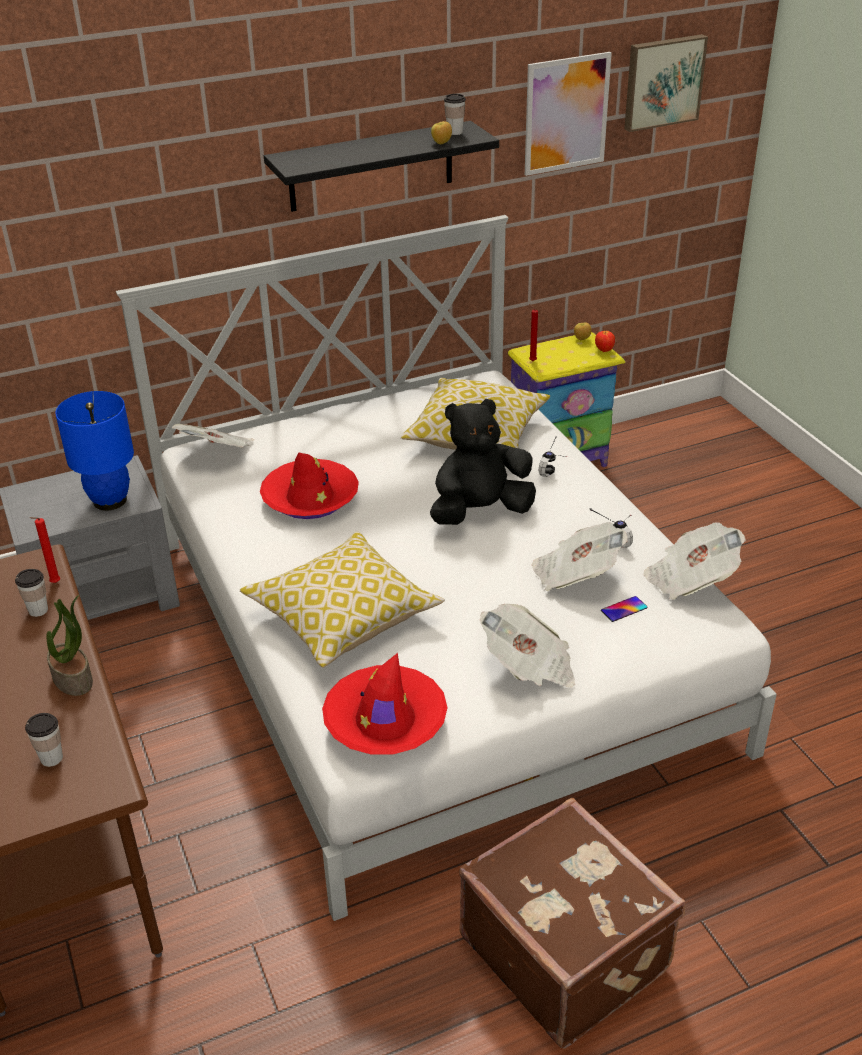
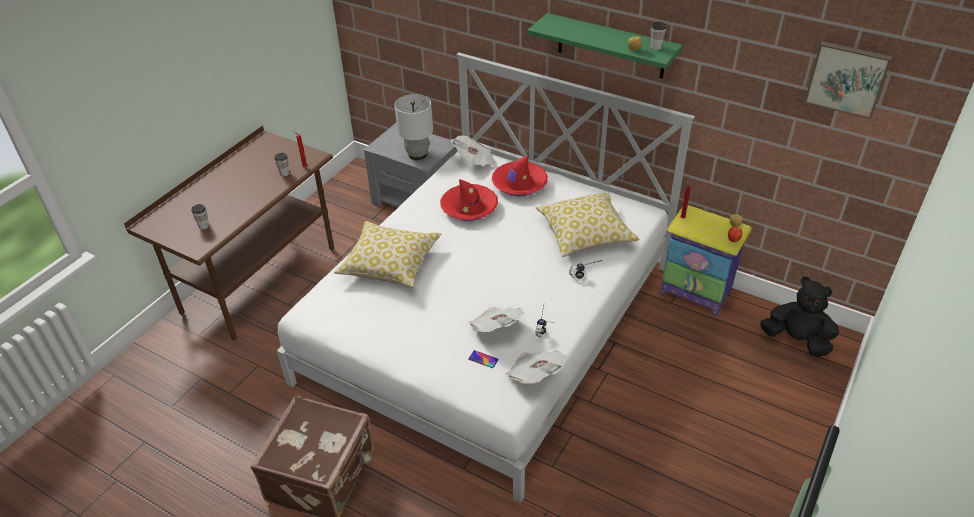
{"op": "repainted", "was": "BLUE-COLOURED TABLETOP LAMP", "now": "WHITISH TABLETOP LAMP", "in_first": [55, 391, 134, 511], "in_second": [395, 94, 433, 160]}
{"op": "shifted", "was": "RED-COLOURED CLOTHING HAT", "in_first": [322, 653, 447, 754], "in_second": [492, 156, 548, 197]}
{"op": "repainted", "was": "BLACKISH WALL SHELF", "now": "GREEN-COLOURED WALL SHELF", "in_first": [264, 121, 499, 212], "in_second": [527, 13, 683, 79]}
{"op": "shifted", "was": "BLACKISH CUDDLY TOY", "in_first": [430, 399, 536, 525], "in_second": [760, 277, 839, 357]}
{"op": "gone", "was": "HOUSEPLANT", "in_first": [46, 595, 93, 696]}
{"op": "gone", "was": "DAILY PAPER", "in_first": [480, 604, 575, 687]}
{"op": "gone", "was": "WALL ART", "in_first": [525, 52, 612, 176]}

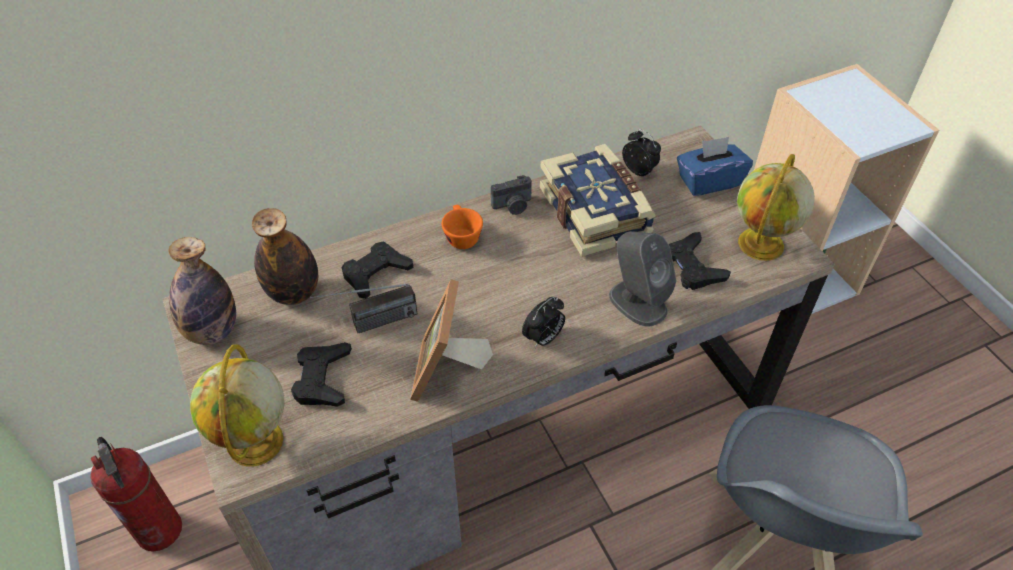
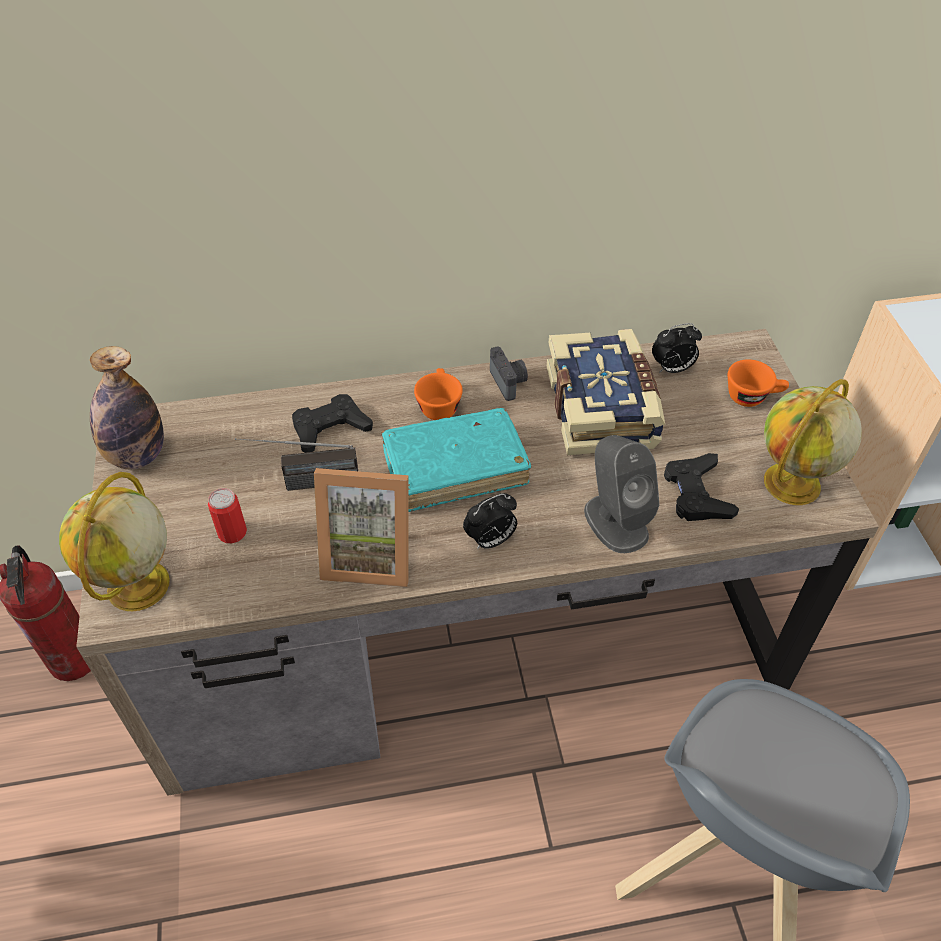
{"op": "swapped", "was": "BLACKISH GAME CONTROLLER", "now": "CAN", "in_first": [291, 342, 352, 407], "in_second": [208, 488, 247, 543]}
{"op": "rotated", "was": "PHOTO FRAME", "in_first": [410, 279, 493, 402], "in_second": [314, 468, 409, 587], "clockwise": -105}
{"op": "new", "now": "BLUE-GREEN VOLUME", "in_second": [381, 408, 531, 512]}
{"op": "rotated", "was": "PHOTO CAMERA", "in_first": [491, 175, 532, 215], "in_second": [490, 346, 528, 401], "clockwise": -105}
{"op": "rotated", "was": "TABLE CLOCK", "in_first": [622, 129, 661, 176], "in_second": [652, 323, 702, 373], "clockwise": 105}
{"op": "swapped", "was": "BLUE-COLOURED TISSUE HOLDER", "now": "ORANGE CUP", "in_first": [677, 137, 753, 196], "in_second": [728, 359, 789, 407]}
{"op": "gone", "was": "DRINK BOTTLE", "in_first": [252, 208, 318, 305]}

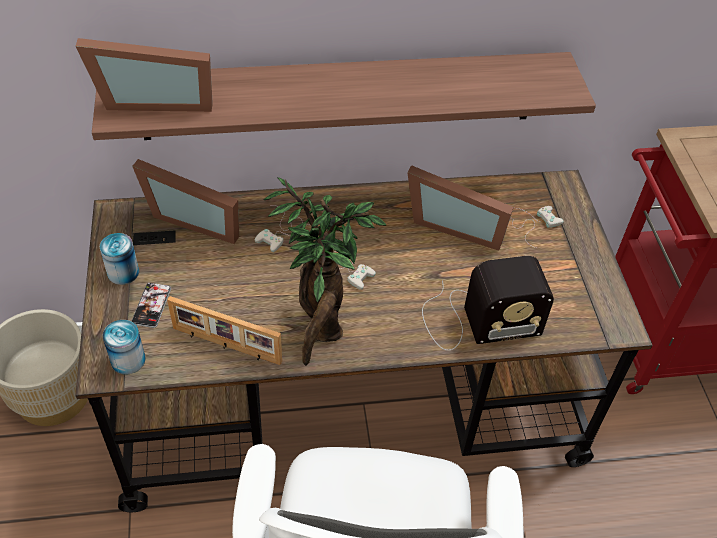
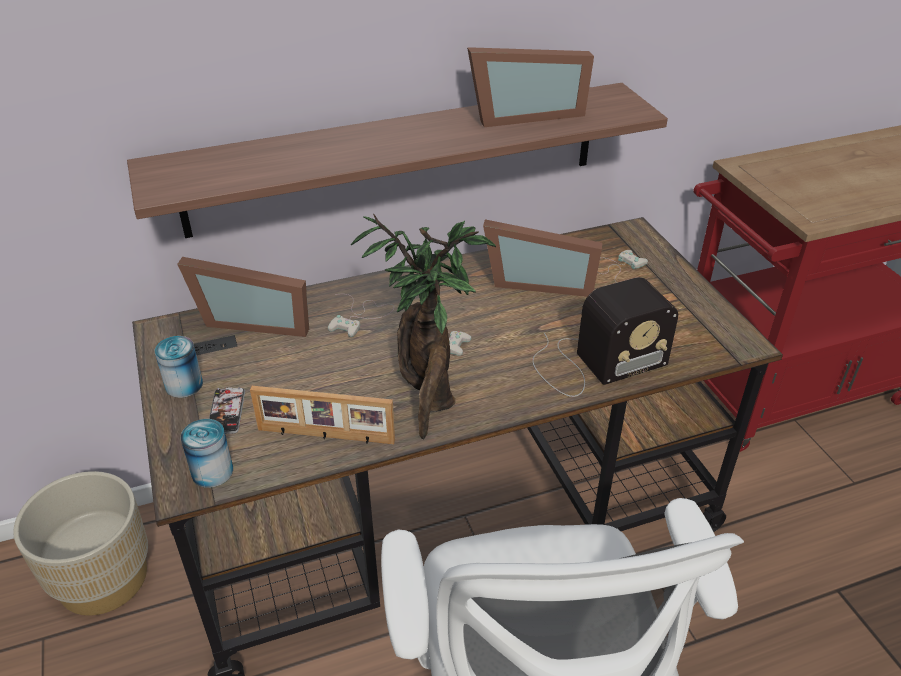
{"op": "shifted", "was": "PHOTO FRAME", "in_first": [76, 38, 213, 112], "in_second": [467, 47, 594, 127]}

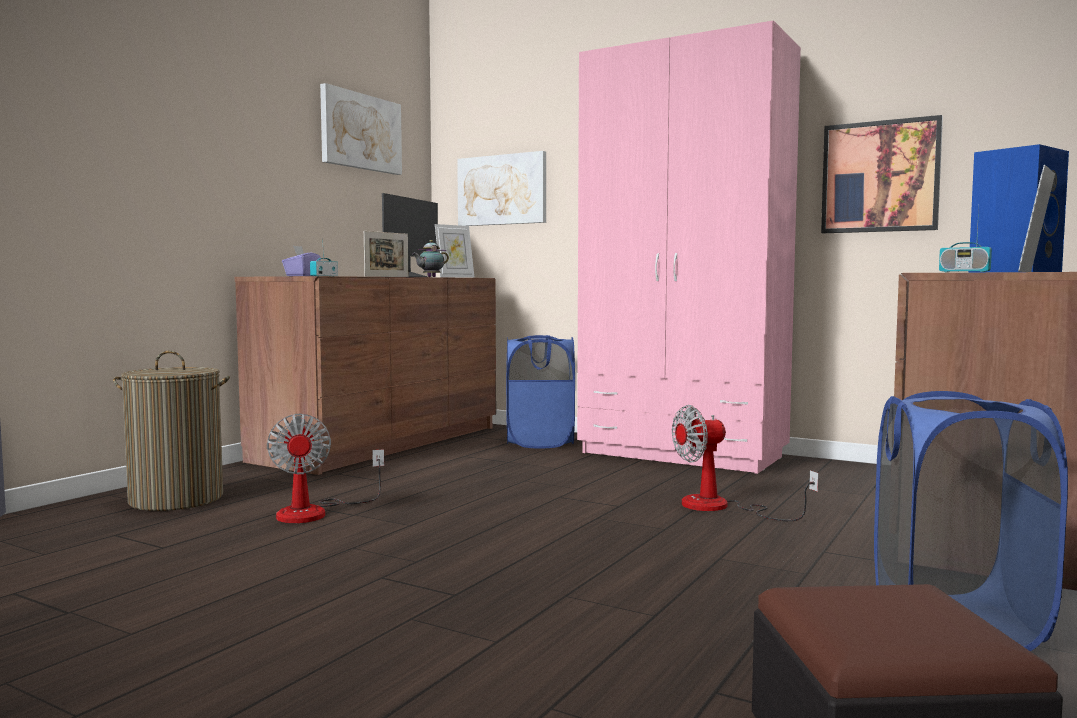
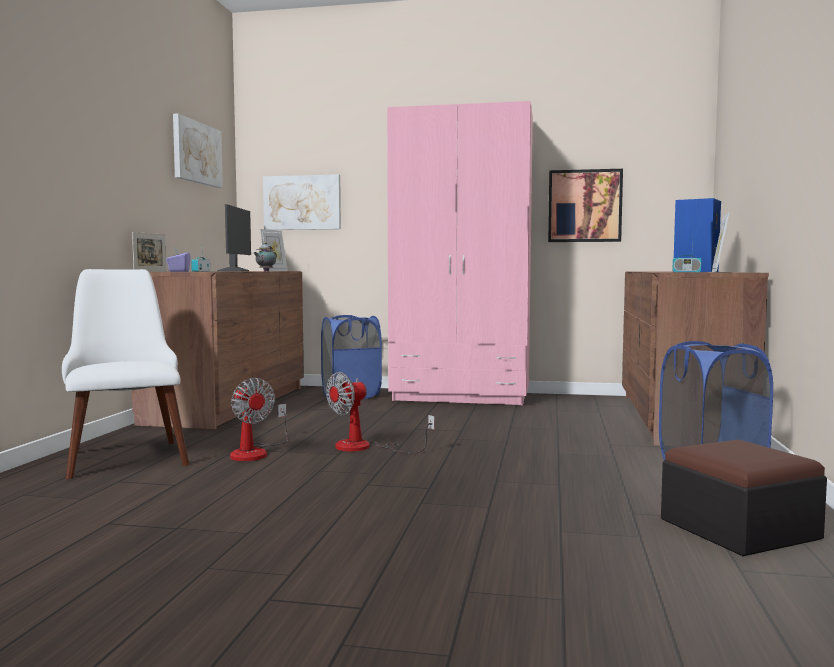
{"op": "swapped", "was": "LAUNDRY BASKET", "now": "WHITISH UPRIGHT CHAIR", "in_first": [113, 351, 230, 511], "in_second": [62, 269, 189, 479]}
{"op": "shifted", "was": "PHOTO FRAME", "in_first": [364, 231, 408, 277], "in_second": [132, 232, 166, 272]}
{"op": "shifted", "was": "ELECTRIC FAN", "in_first": [672, 405, 819, 521], "in_second": [326, 372, 435, 453]}

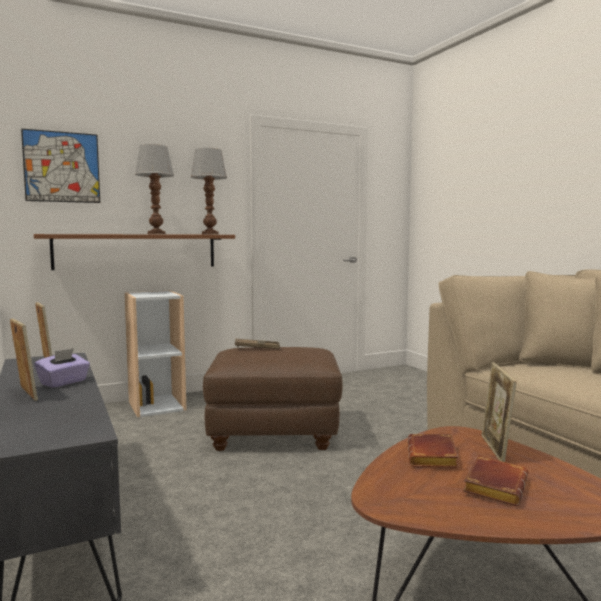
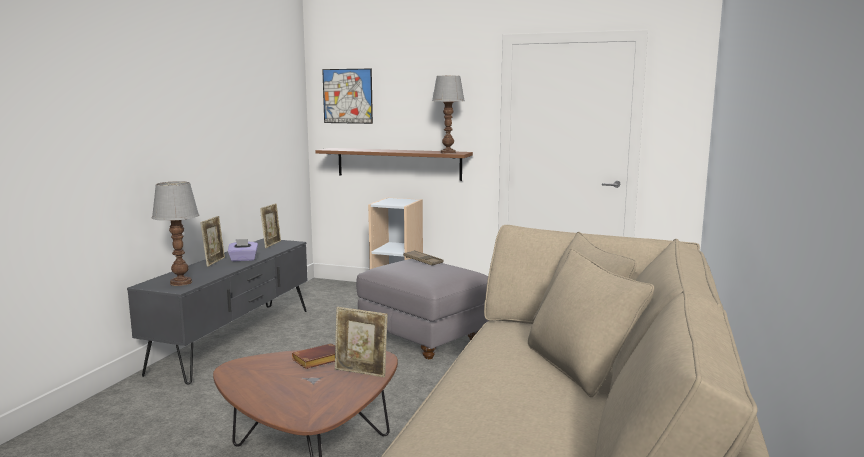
{"op": "shifted", "was": "TABLETOP LAMP", "in_first": [135, 144, 174, 234], "in_second": [152, 181, 199, 286]}
{"op": "rotated", "was": "PHOTO FRAME", "in_first": [481, 362, 517, 462], "in_second": [335, 307, 388, 377], "clockwise": -120}
{"op": "repainted", "was": "BROWN OTTOMAN", "now": "GREY OTTOMAN", "in_first": [203, 347, 343, 451], "in_second": [356, 259, 489, 359]}
{"op": "gone", "was": "BROWN VOLUME", "in_first": [463, 456, 528, 506]}

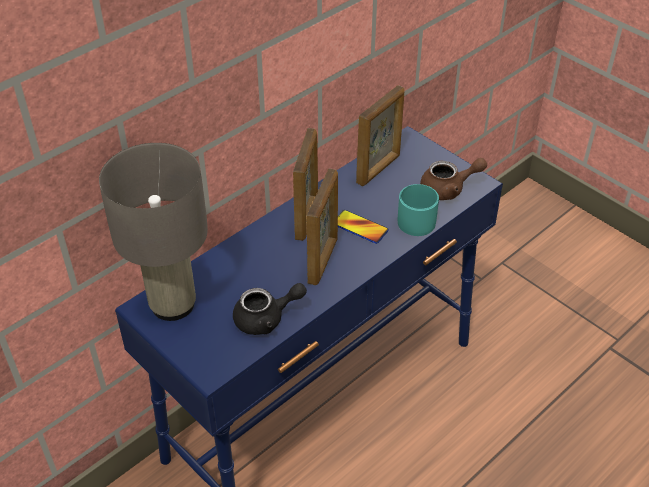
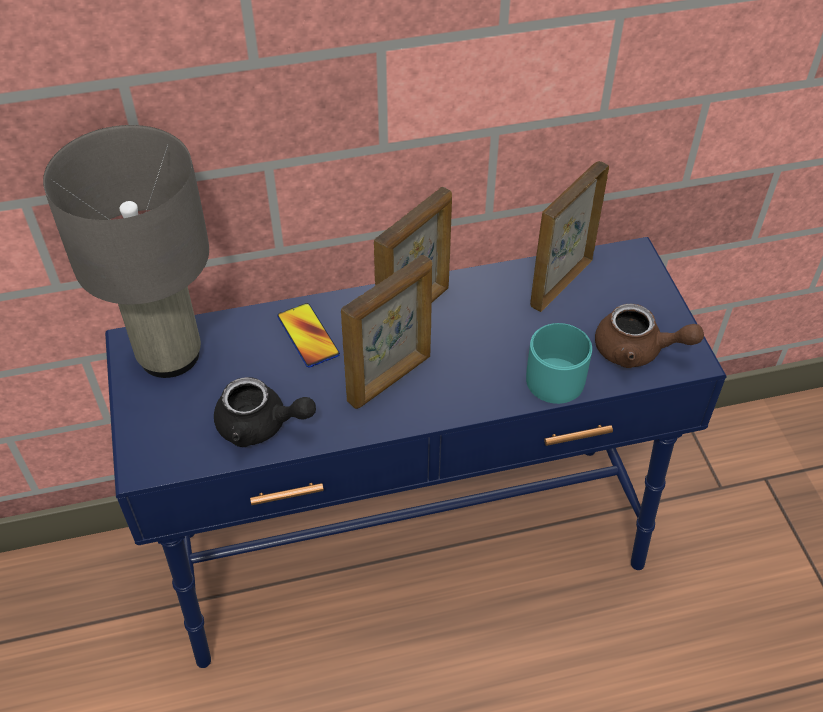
{"op": "shifted", "was": "TELEPHONE", "in_first": [338, 210, 389, 244], "in_second": [277, 303, 340, 367]}
{"op": "rotated", "was": "PHOTO FRAME", "in_first": [356, 85, 405, 186], "in_second": [530, 161, 609, 312], "clockwise": 150}

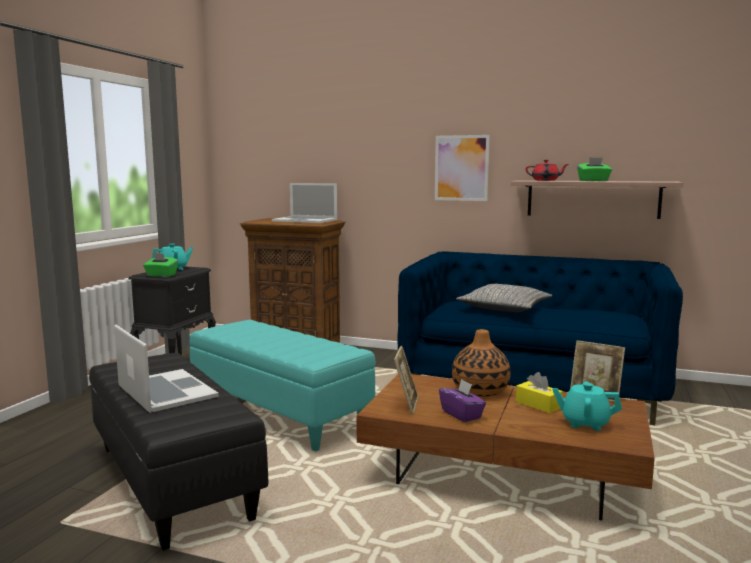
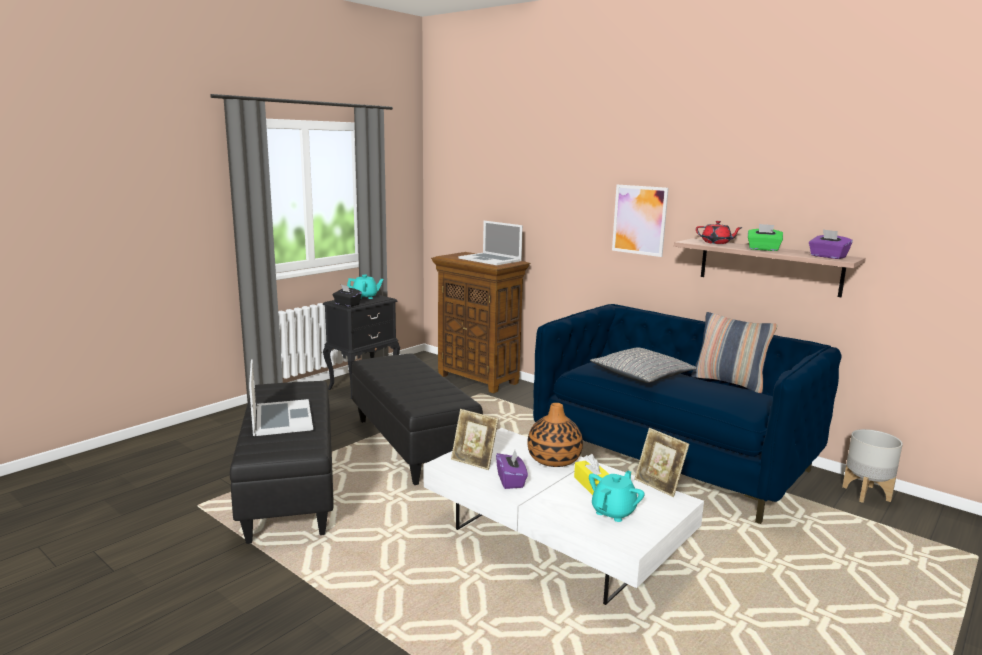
{"op": "repainted", "was": "GREEN-COLOURED TISSUE HOLDER", "now": "BLACKISH TISSUE HOLDER", "in_first": [143, 253, 178, 277], "in_second": [333, 285, 362, 307]}
{"op": "repainted", "was": "BLUE-GREEN OTTOMAN", "now": "BLACKISH OTTOMAN", "in_first": [189, 320, 376, 451], "in_second": [352, 353, 483, 485]}
{"op": "repainted", "was": "BROWN LOW TABLE", "now": "WHITISH LOW TABLE", "in_first": [357, 374, 655, 520], "in_second": [424, 428, 704, 605]}
{"op": "rotated", "was": "PHOTO FRAME", "in_first": [394, 346, 419, 414], "in_second": [451, 409, 499, 470], "clockwise": 90}
{"op": "rotated", "was": "BLUE-GREEN TEAPOT", "in_first": [552, 381, 622, 431], "in_second": [589, 471, 644, 522], "clockwise": 90}
{"op": "new", "now": "THROW PILLOW", "in_second": [691, 312, 778, 393]}
{"op": "new", "now": "PURPLE-COLOURED TISSUE HOLDER", "in_second": [809, 229, 853, 259]}
{"op": "new", "now": "GREY PLANT POT", "in_second": [842, 429, 903, 503]}

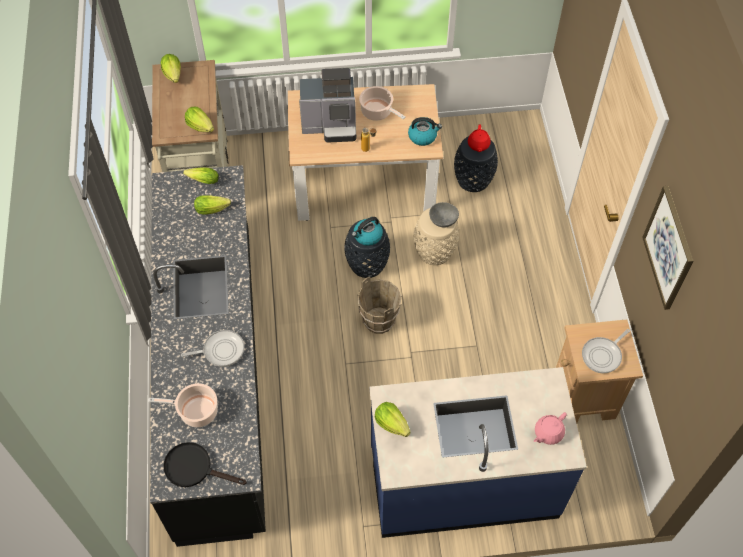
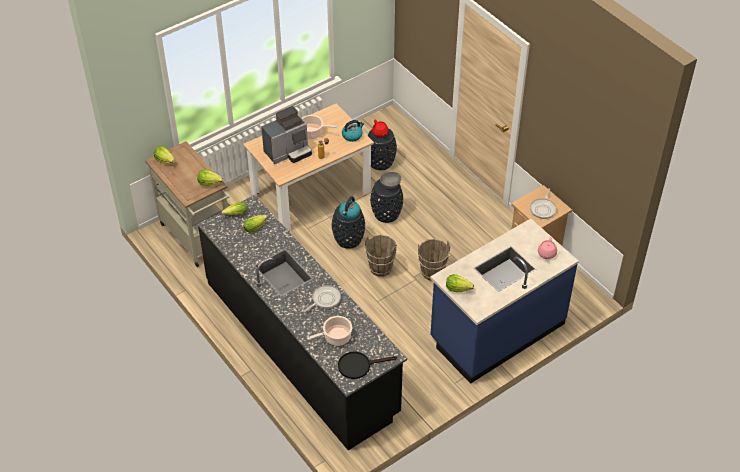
{"op": "repainted", "was": "BEIGE-COLOURED STOOL", "now": "BLACKISH STOOL", "in_first": [414, 208, 459, 265], "in_second": [370, 179, 403, 223]}
{"op": "new", "now": "BROWN WATER BUCKET", "in_second": [418, 239, 450, 281]}
{"op": "gone", "was": "WALL ART", "in_first": [642, 186, 693, 310]}

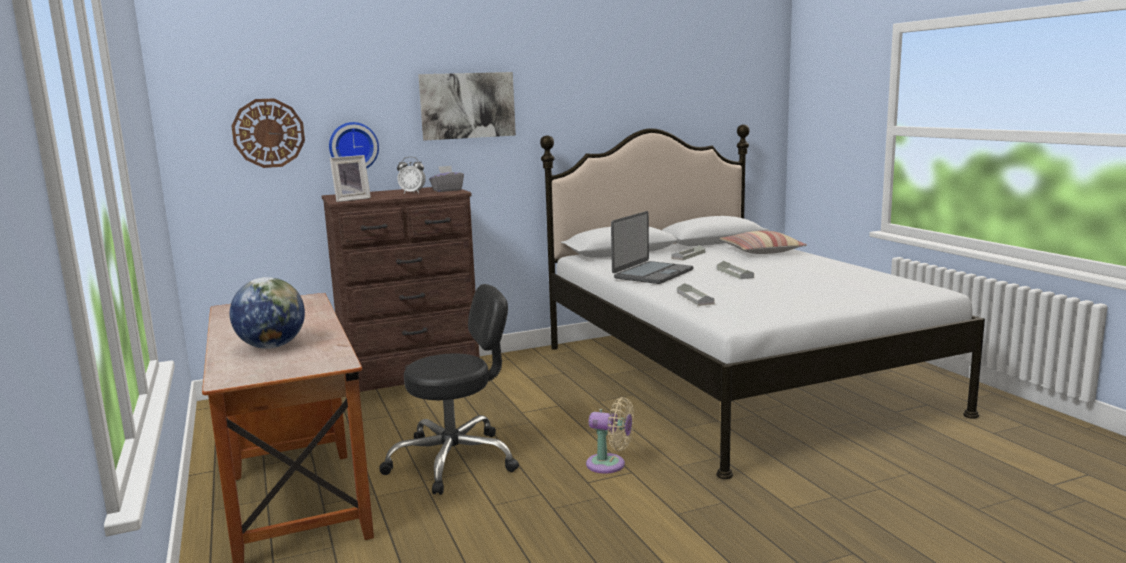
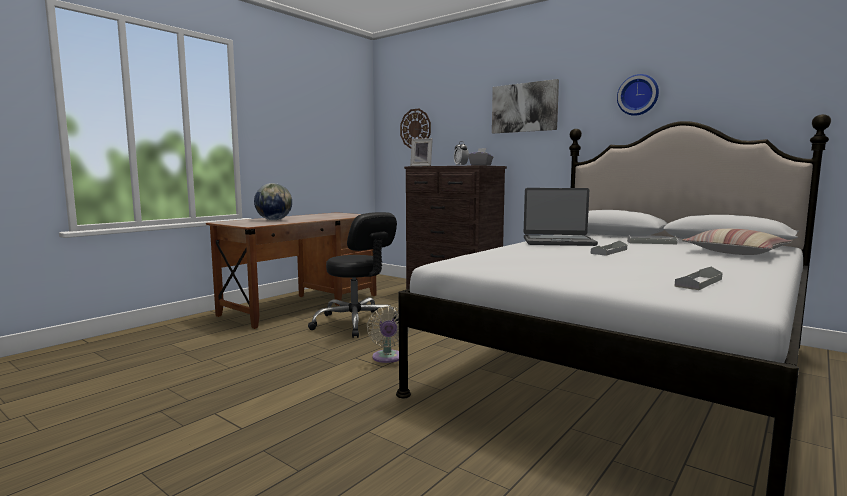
{"op": "shifted", "was": "HANGING CLOCK", "in_first": [329, 122, 379, 169], "in_second": [617, 74, 659, 116]}
{"op": "shifted", "was": "GREY TRAY", "in_first": [677, 283, 715, 306], "in_second": [674, 267, 722, 290]}

